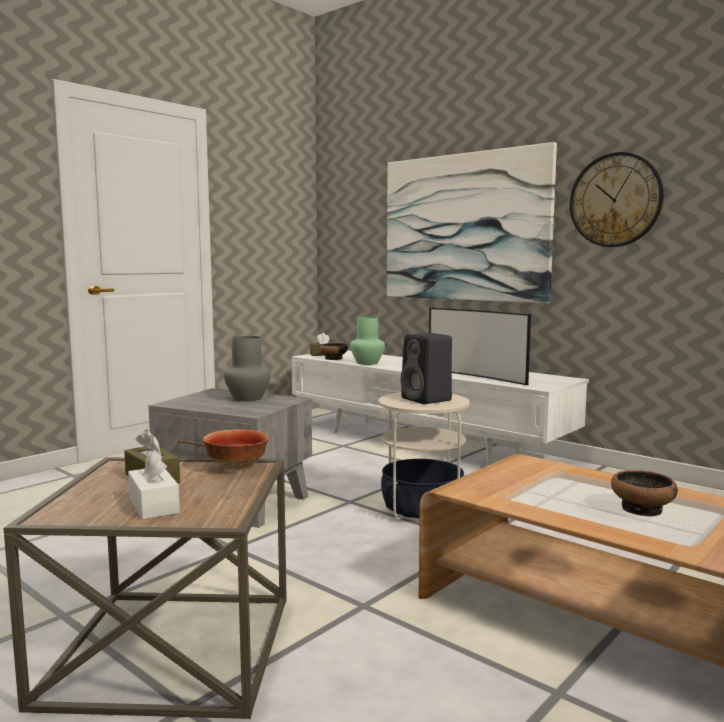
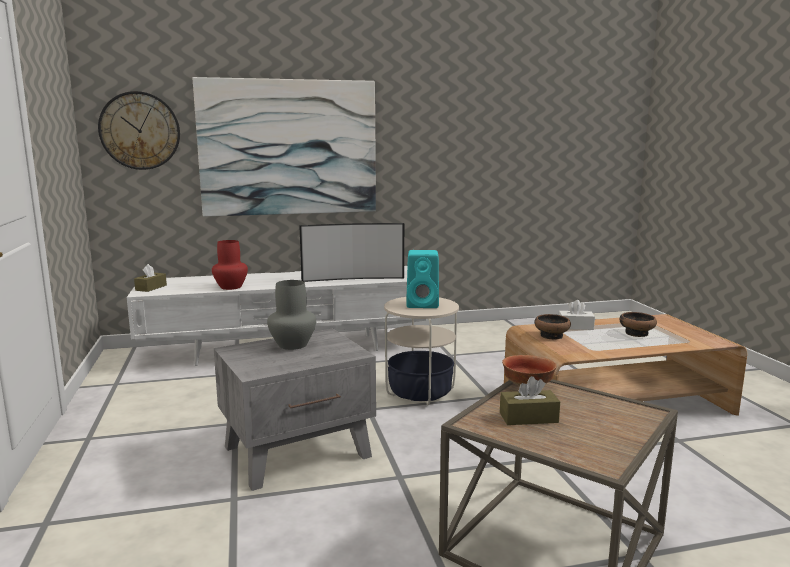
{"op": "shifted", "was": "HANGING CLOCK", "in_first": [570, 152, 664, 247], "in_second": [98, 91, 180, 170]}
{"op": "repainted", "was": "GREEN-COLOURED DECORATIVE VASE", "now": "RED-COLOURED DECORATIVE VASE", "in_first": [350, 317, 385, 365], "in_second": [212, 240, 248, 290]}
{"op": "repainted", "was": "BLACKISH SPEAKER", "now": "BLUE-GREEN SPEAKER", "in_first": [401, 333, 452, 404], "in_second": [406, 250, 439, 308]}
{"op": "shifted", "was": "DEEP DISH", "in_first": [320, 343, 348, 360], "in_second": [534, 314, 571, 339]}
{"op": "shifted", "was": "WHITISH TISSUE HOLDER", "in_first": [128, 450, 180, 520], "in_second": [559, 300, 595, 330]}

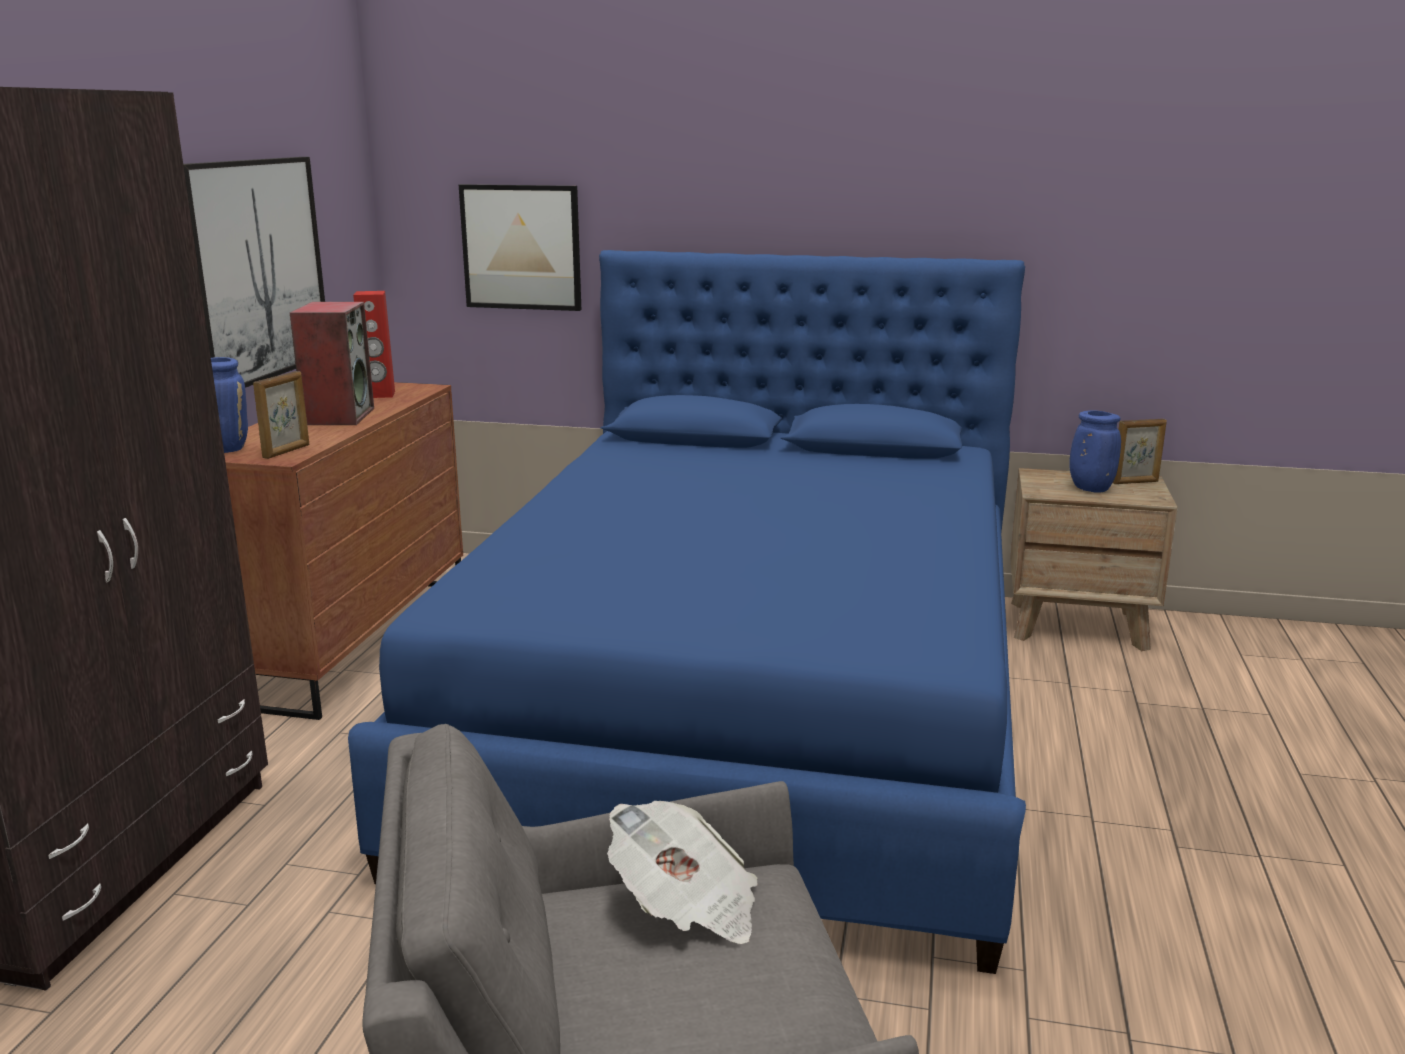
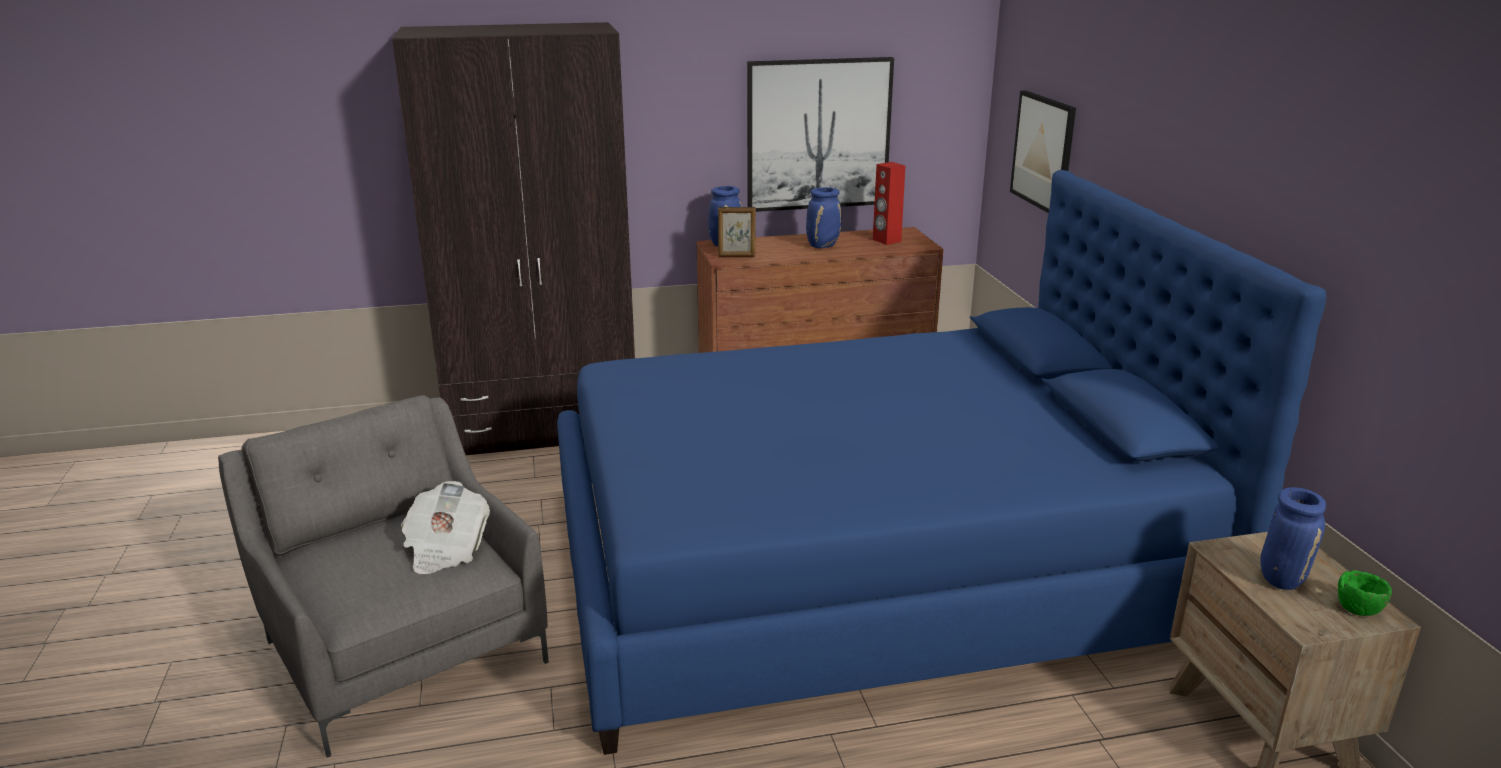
{"op": "swapped", "was": "SPEAKER", "now": "BLUE-COLOURED DECORATIVE VASE", "in_first": [290, 302, 374, 425], "in_second": [806, 187, 841, 248]}
{"op": "swapped", "was": "PHOTO FRAME", "now": "GREEN-COLOURED DEEP DISH", "in_first": [1113, 419, 1167, 484], "in_second": [1338, 570, 1392, 616]}

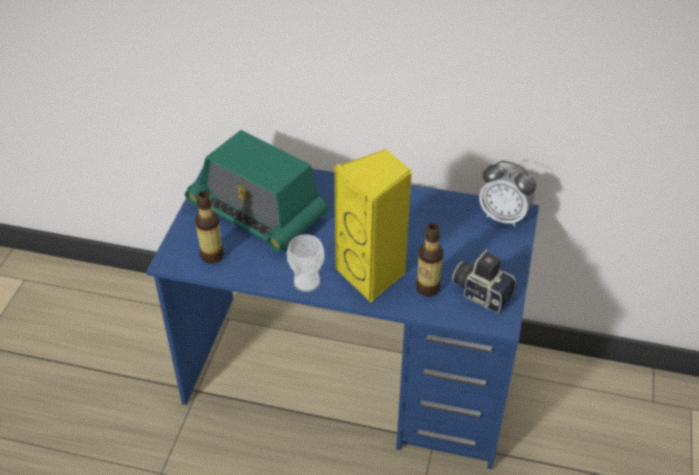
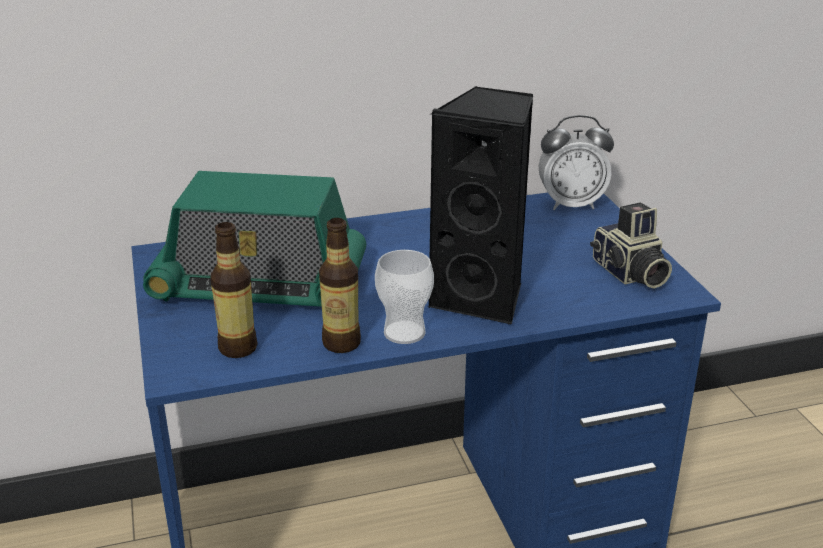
{"op": "shifted", "was": "DRINK BOTTLE", "in_first": [416, 223, 443, 297], "in_second": [319, 218, 361, 353]}
{"op": "repainted", "was": "YELLOWISH SPEAKER", "now": "BLACKISH SPEAKER", "in_first": [334, 149, 413, 302], "in_second": [428, 86, 533, 324]}
{"op": "rotated", "was": "PHOTO CAMERA", "in_first": [452, 249, 517, 313], "in_second": [590, 203, 672, 289], "clockwise": -120}

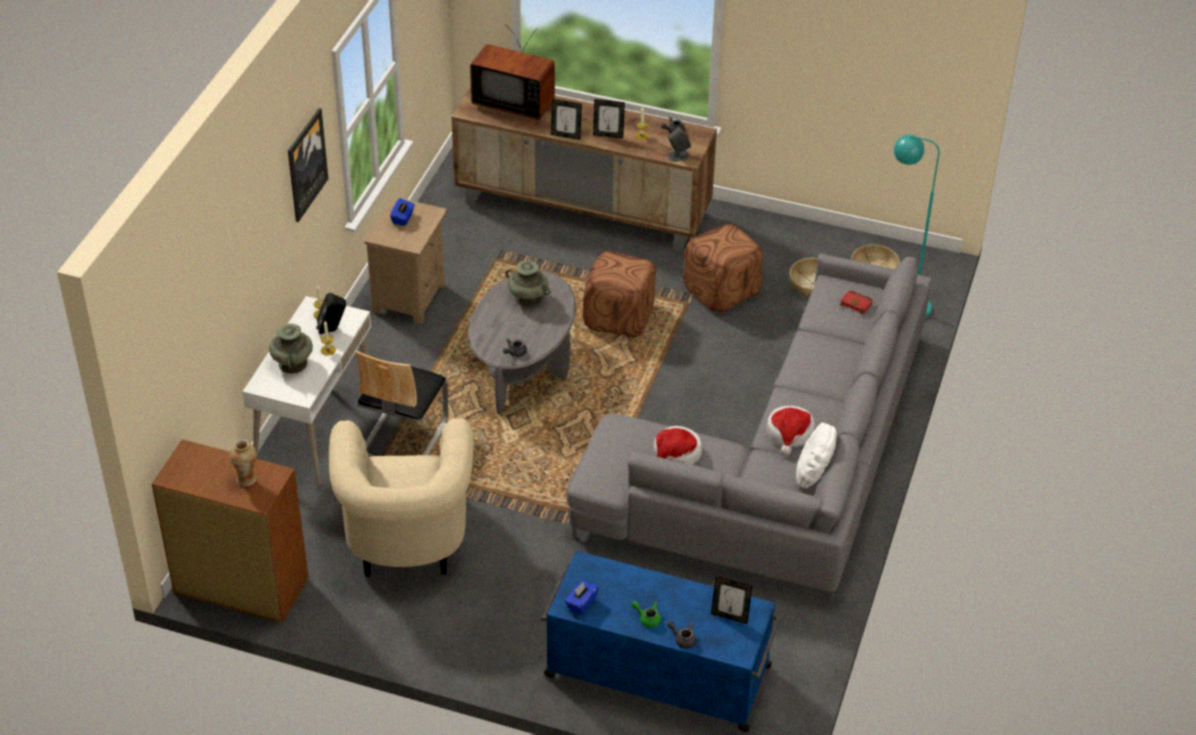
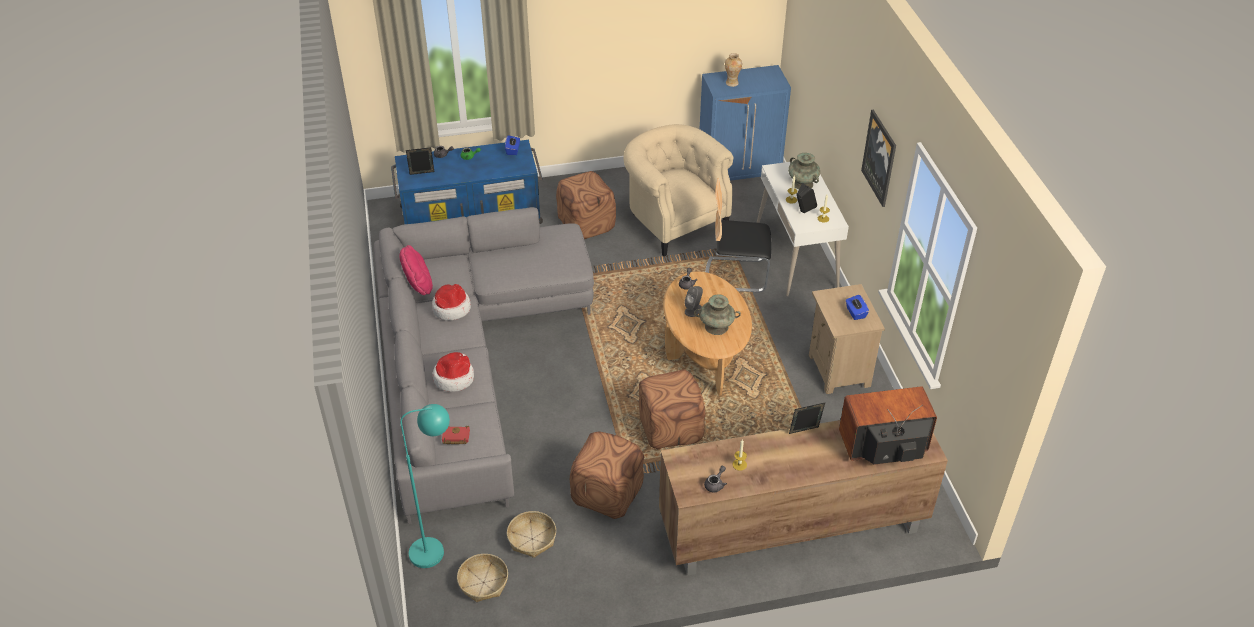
{"op": "repainted", "was": "WHITISH THROW PILLOW", "now": "PINK-COLOURED THROW PILLOW", "in_first": [796, 422, 837, 488], "in_second": [399, 245, 433, 295]}
{"op": "shifted", "was": "CLOTHING HAT", "in_first": [653, 426, 702, 465], "in_second": [433, 352, 474, 392]}
{"op": "new", "now": "BROWN OTTOMAN", "in_second": [556, 171, 616, 239]}
{"op": "repainted", "was": "GREY LOW TABLE", "now": "BROWN LOW TABLE", "in_first": [468, 271, 576, 414], "in_second": [663, 271, 752, 396]}
{"op": "shifted", "was": "GREY SPEAKER", "in_first": [668, 127, 691, 162], "in_second": [684, 286, 703, 317]}
{"op": "repainted", "was": "BROWN CABINET", "now": "BLUE-COLOURED CABINET", "in_first": [152, 439, 309, 623], "in_second": [700, 65, 791, 181]}
{"op": "rotated", "was": "UPRIGHT CHAIR", "in_first": [356, 351, 449, 457], "in_second": [705, 178, 771, 293], "clockwise": -75}
{"op": "gone", "was": "PHOTO FRAME", "in_first": [593, 99, 625, 138]}

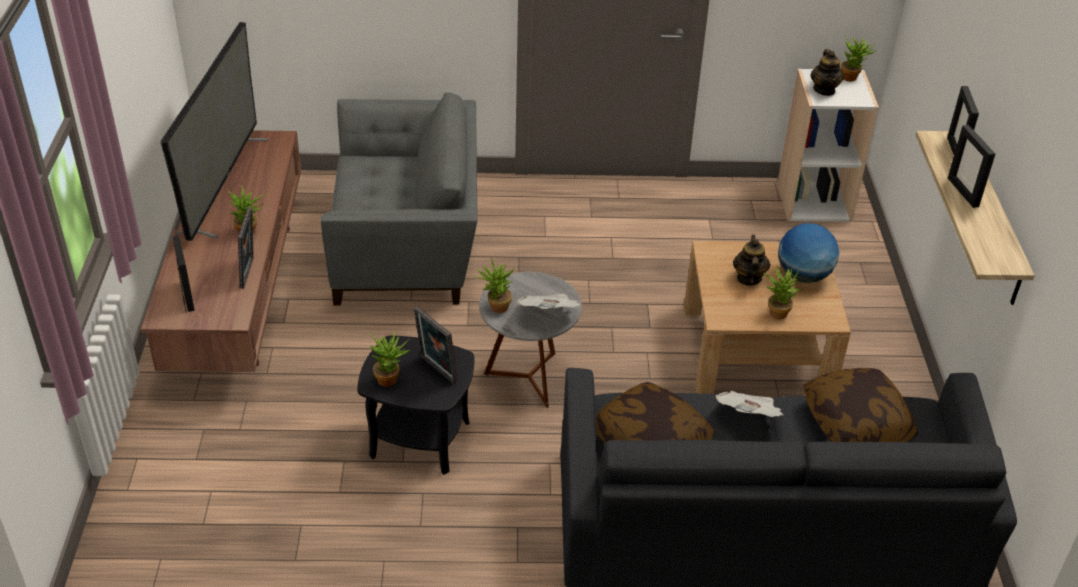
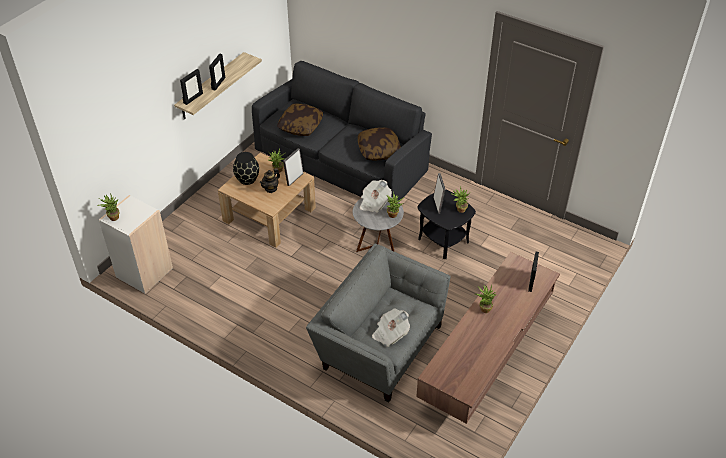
{"op": "swapped", "was": "GLOBE", "now": "BLACKISH DECORATIVE VASE", "in_first": [778, 223, 839, 283], "in_second": [233, 152, 259, 185]}
{"op": "shifted", "was": "PHOTO FRAME", "in_first": [238, 207, 254, 289], "in_second": [283, 148, 303, 186]}
{"op": "shifted", "was": "DAILY PAPER", "in_first": [716, 391, 784, 417], "in_second": [372, 308, 410, 347]}
{"op": "gone", "was": "TELEVISION", "in_first": [161, 22, 269, 241]}
{"op": "gone", "was": "TEAPOT", "in_first": [810, 49, 844, 96]}

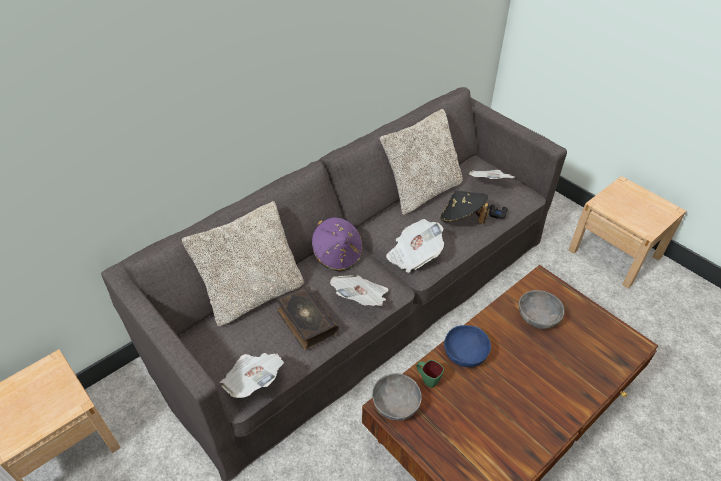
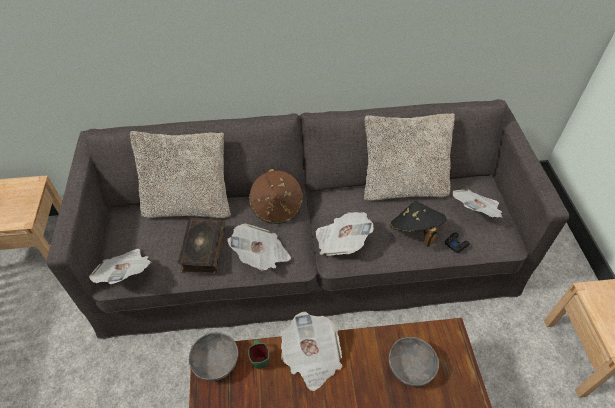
{"op": "repainted", "was": "PURPLE-COLOURED CLOTHING HAT", "now": "BROWN CLOTHING HAT", "in_first": [312, 217, 363, 271], "in_second": [249, 169, 303, 224]}
{"op": "swapped", "was": "BLUE-COLOURED DEEP DISH", "now": "DAILY PAPER", "in_first": [444, 325, 491, 367], "in_second": [281, 312, 342, 391]}

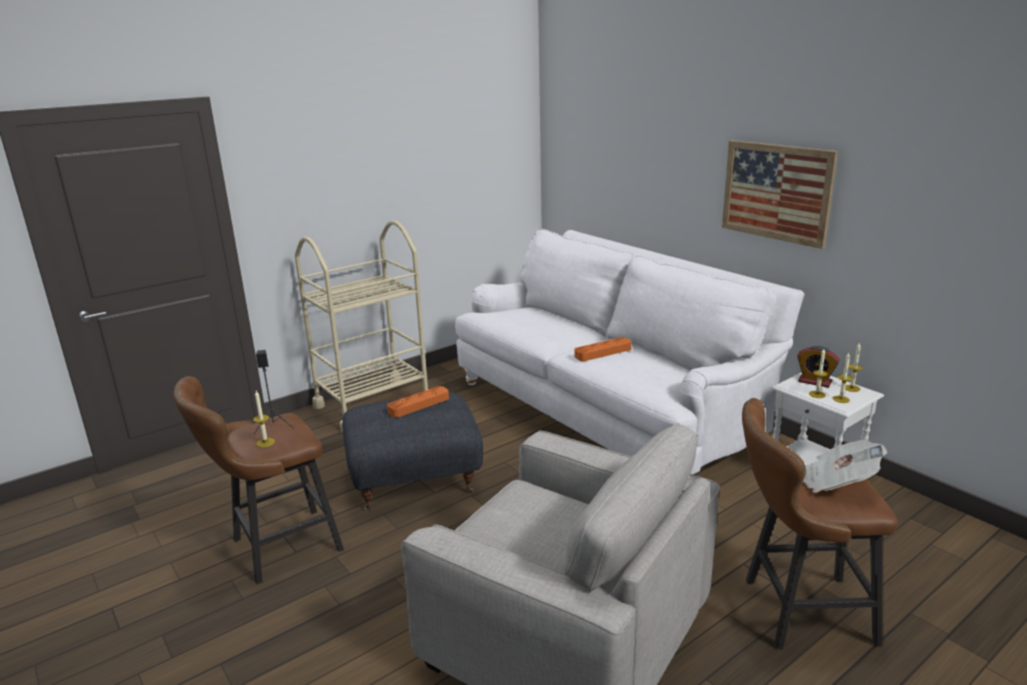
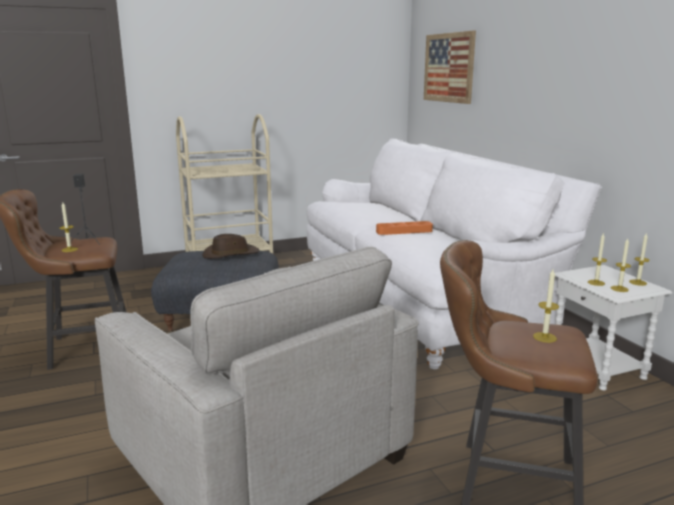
{"op": "swapped", "was": "ORANGE TRAY", "now": "BROWN CLOTHING HAT", "in_first": [387, 386, 449, 418], "in_second": [202, 234, 260, 259]}
{"op": "shifted", "was": "WALL ART", "in_first": [722, 140, 838, 249], "in_second": [424, 31, 476, 104]}
{"op": "swapped", "was": "DAILY PAPER", "now": "WAX CANDLE", "in_first": [803, 439, 887, 493], "in_second": [533, 269, 559, 343]}
{"op": "gone", "was": "TABLE CLOCK", "in_first": [797, 346, 840, 388]}

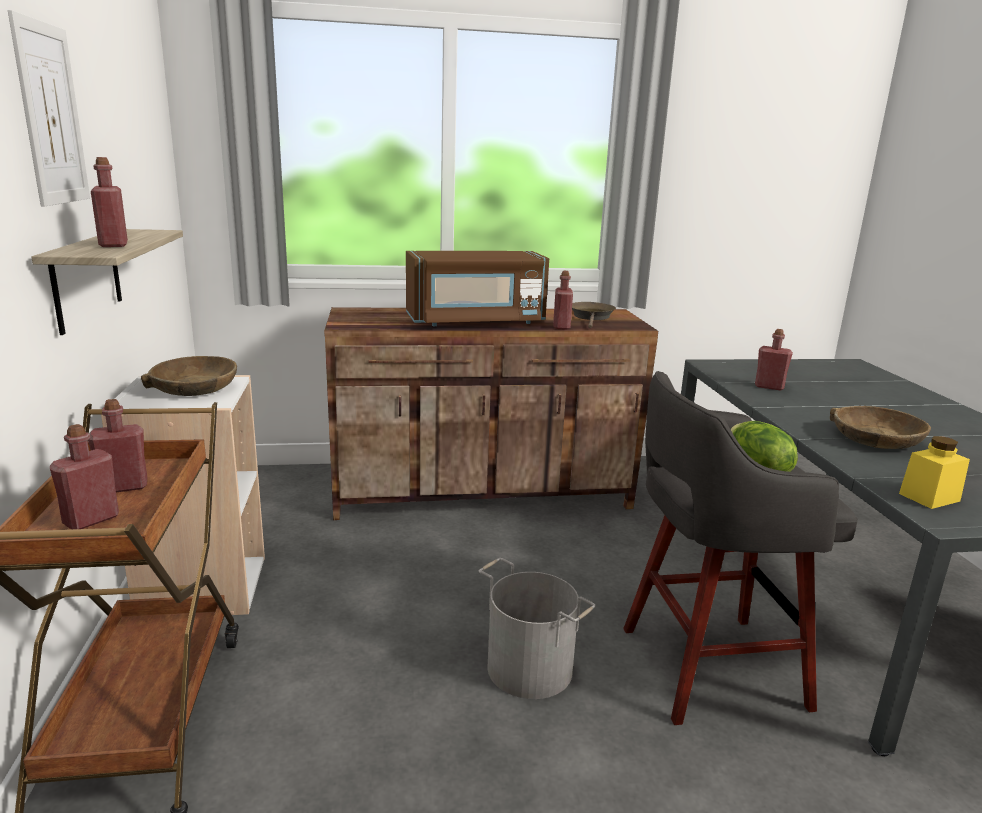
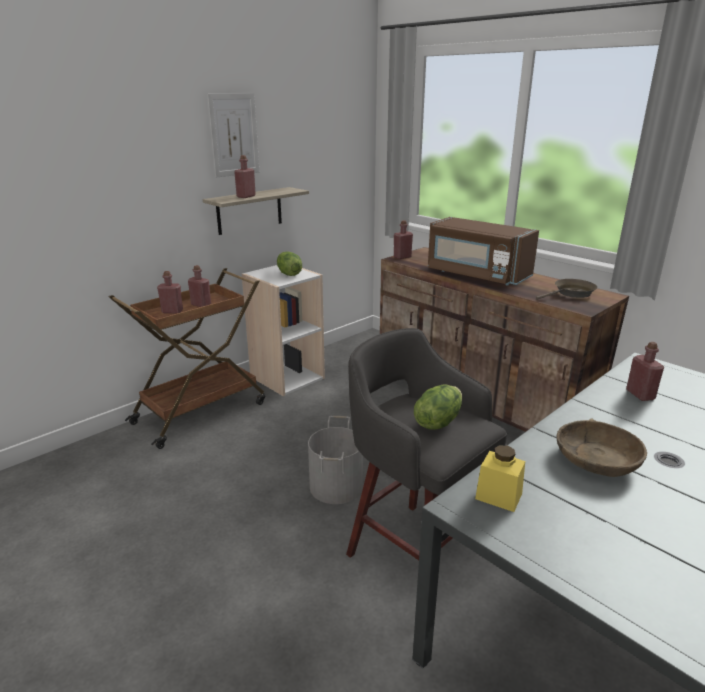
{"op": "swapped", "was": "BROWN DEEP DISH", "now": "LETTUCE", "in_first": [141, 356, 237, 396], "in_second": [277, 251, 302, 276]}
{"op": "shifted", "was": "RED-COLOURED DRINK BOTTLE", "in_first": [553, 271, 573, 330], "in_second": [394, 220, 413, 259]}

